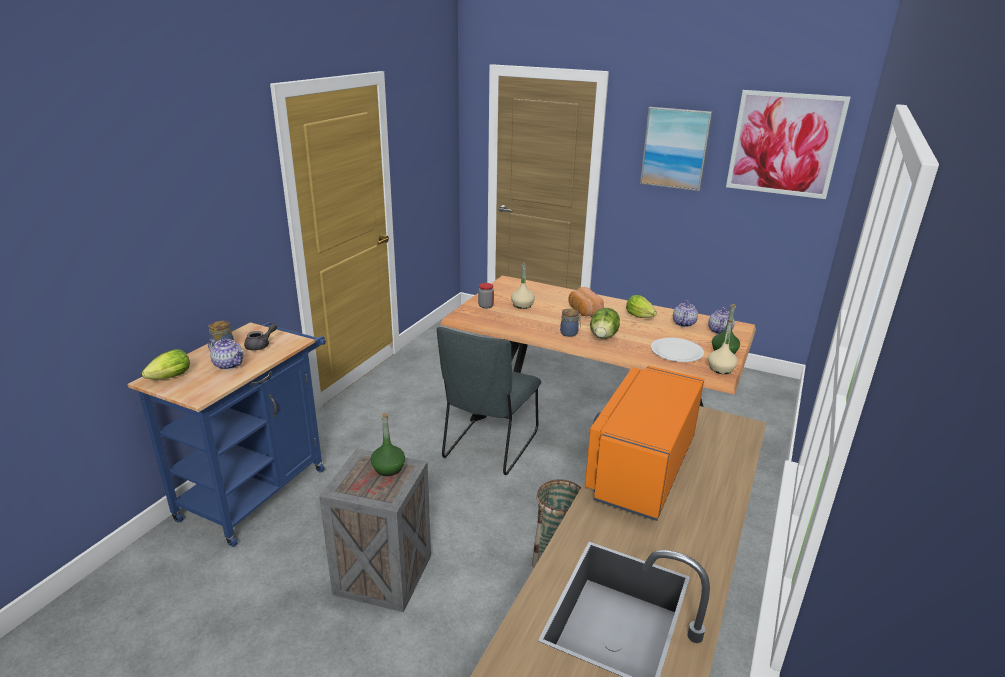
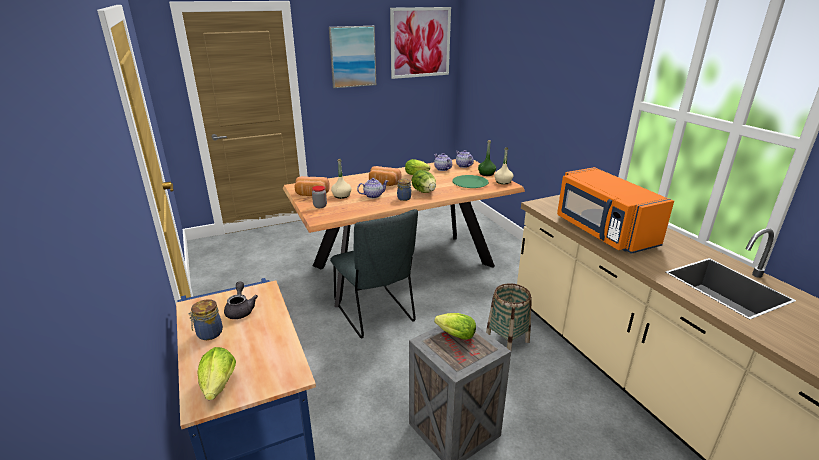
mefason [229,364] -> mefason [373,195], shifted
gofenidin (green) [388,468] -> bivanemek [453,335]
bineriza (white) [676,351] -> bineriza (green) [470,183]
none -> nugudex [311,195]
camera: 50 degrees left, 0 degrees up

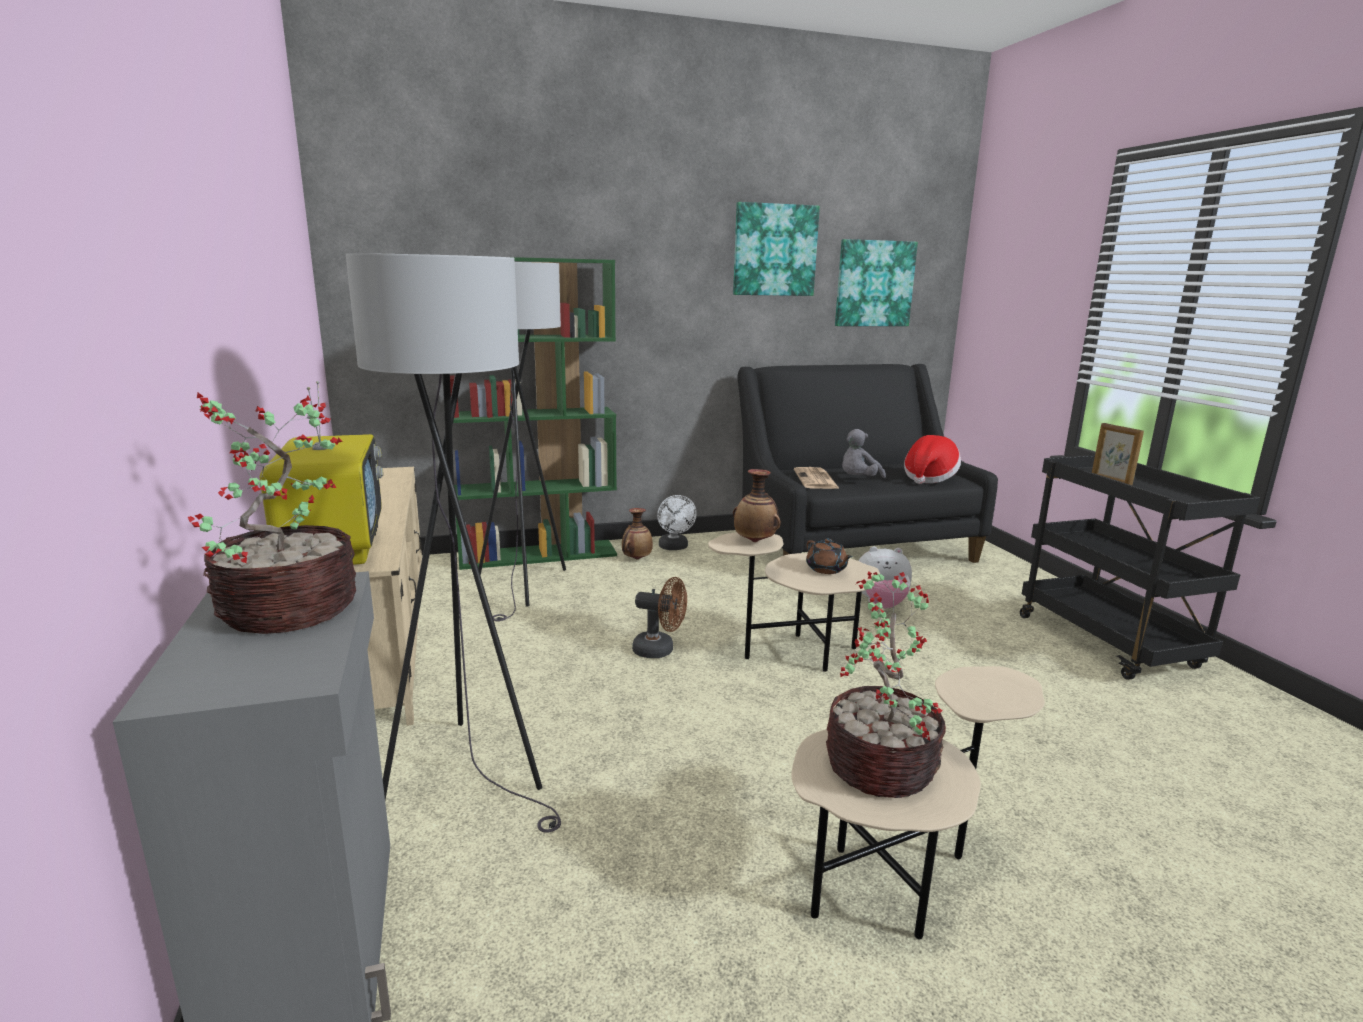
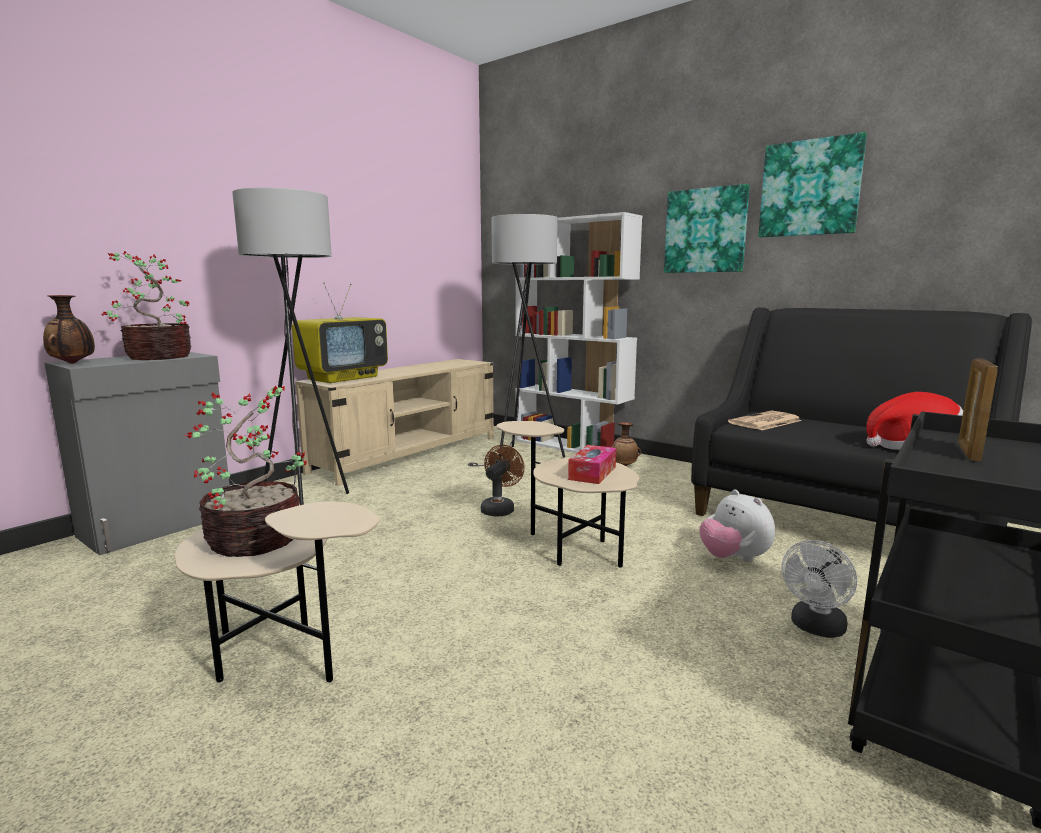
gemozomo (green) [538,554] -> gemozomo (white) [572,446]
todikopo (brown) [660,650] -> todikopo (brown) [499,508], 135 degrees counterclockwise
todikopo (white) [674,548] -> todikopo (white) [815,628], shifted
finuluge [755,541] -> finuluge [73,363], shifted
mefason (brown) [826,569] -> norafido [592,473]
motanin [874,283] -> motanin [705,231], shifted
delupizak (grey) [858,480] -> none
camera: 55 degrees right, 5 degrees down

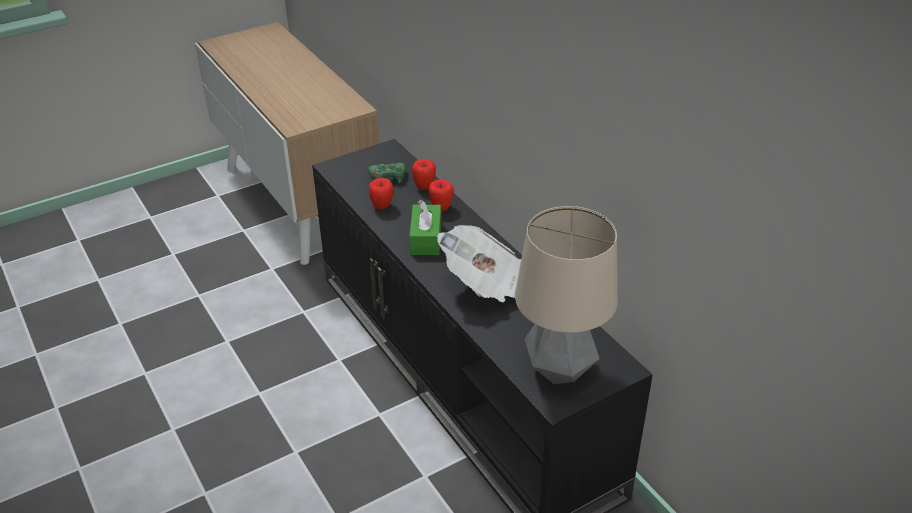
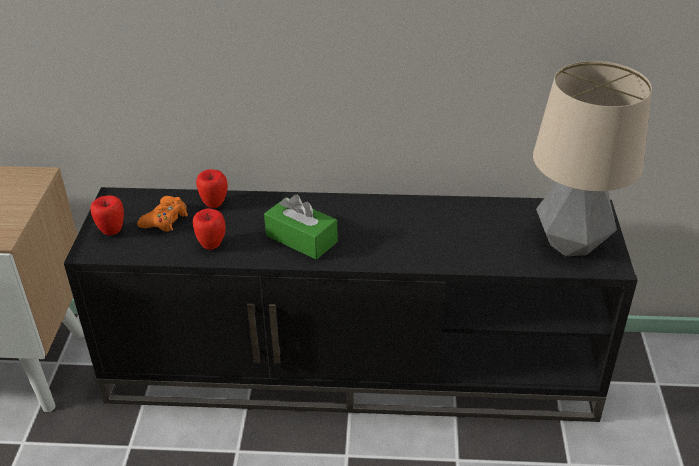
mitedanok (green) [388,177] -> mitedanok (orange) [165,220]
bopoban [441,208] -> bopoban [112,230], shifted
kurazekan [489,286] -> none
camera: 55 degrees left, 0 degrees up

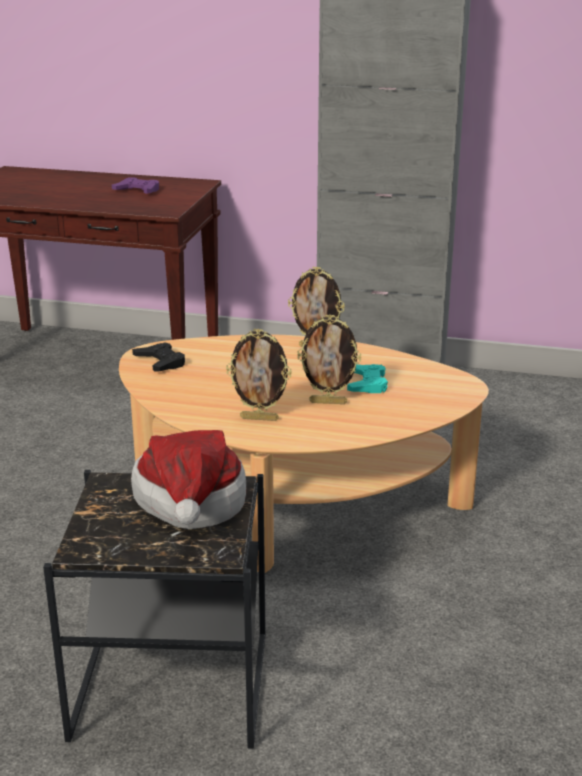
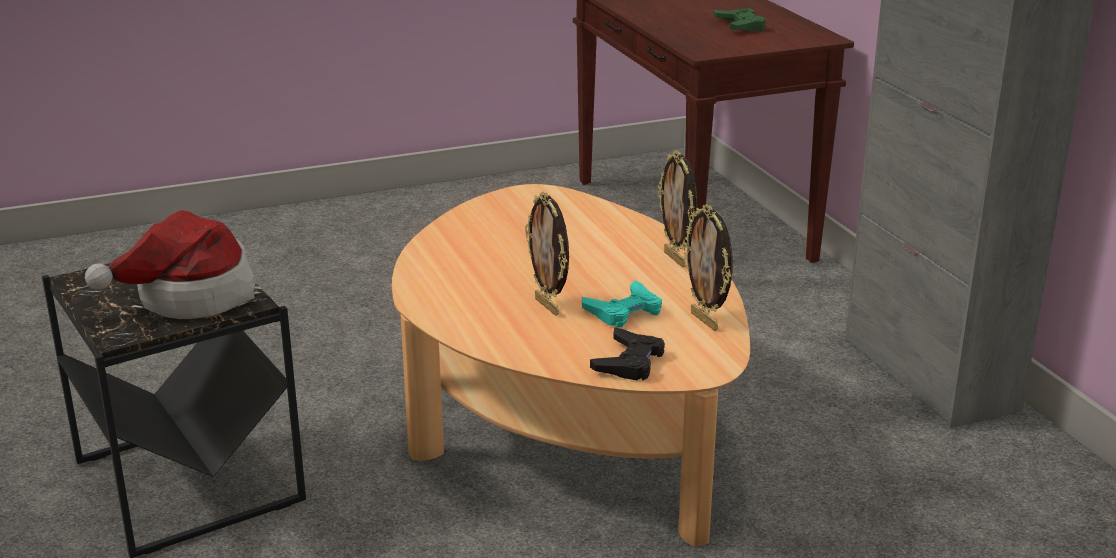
mitedanok (purple) [137,191] -> mitedanok (green) [740,26]
mitedanok (black) [160,362] -> mitedanok (black) [629,362], shifted
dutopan [259,418] -> dutopan [705,321], shifted
camera: 55 degrees right, 0 degrees up

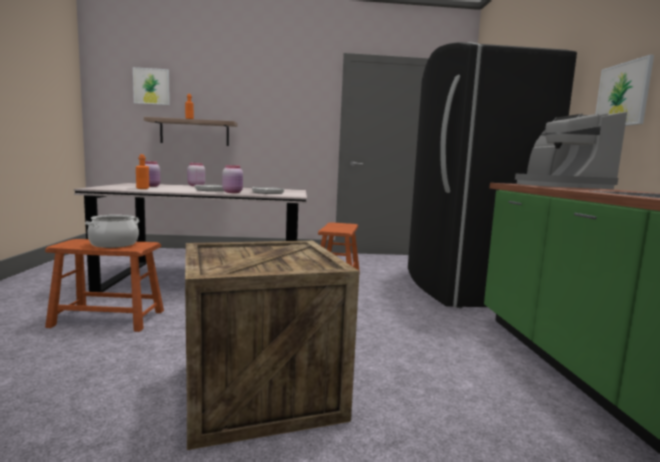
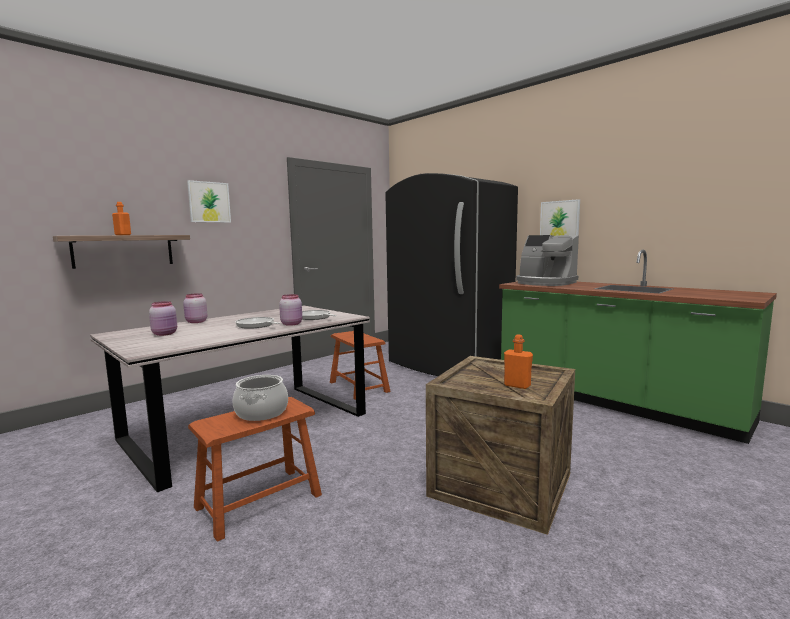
motanin [151,86] -> motanin [209,202], shifted
gofenidin (orange) [143,188] -> gofenidin (orange) [517,385], shifted
camera: 40 degrees left, 0 degrees up

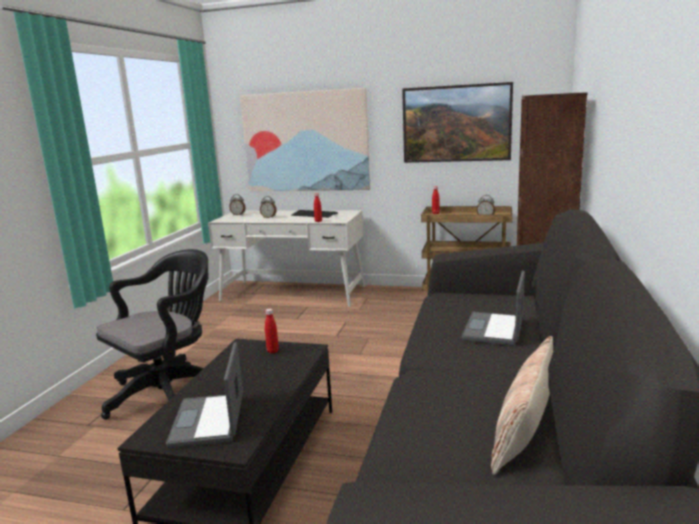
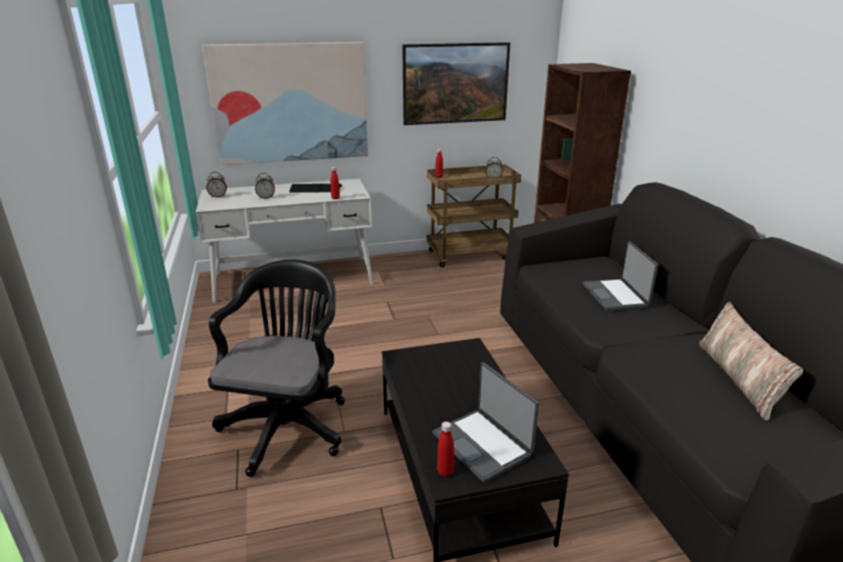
gofenidin (red) [273,351] -> gofenidin (red) [445,472], shifted
camera: 30 degrees left, 10 degrees up

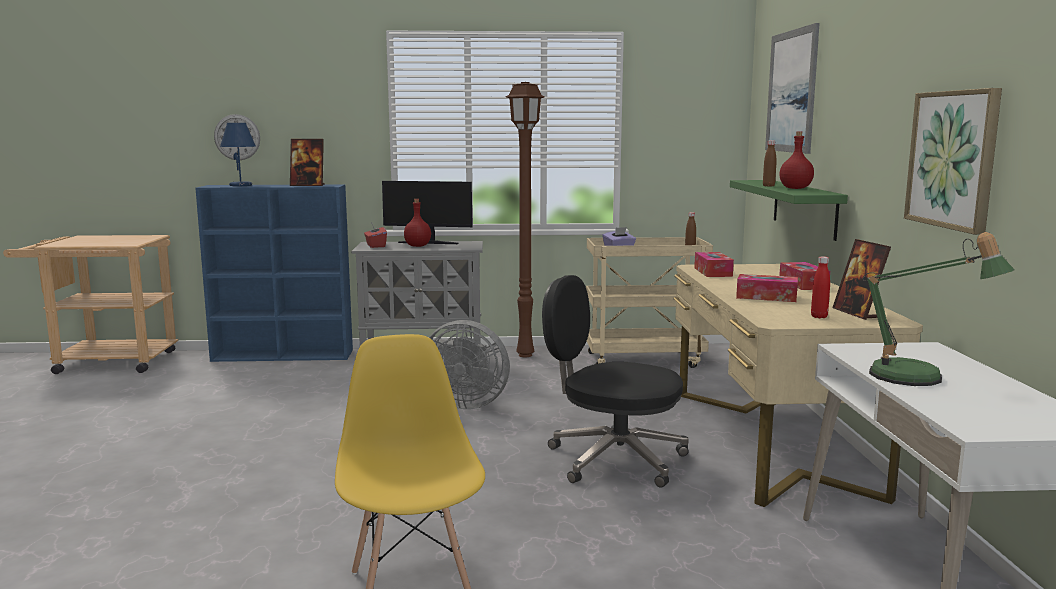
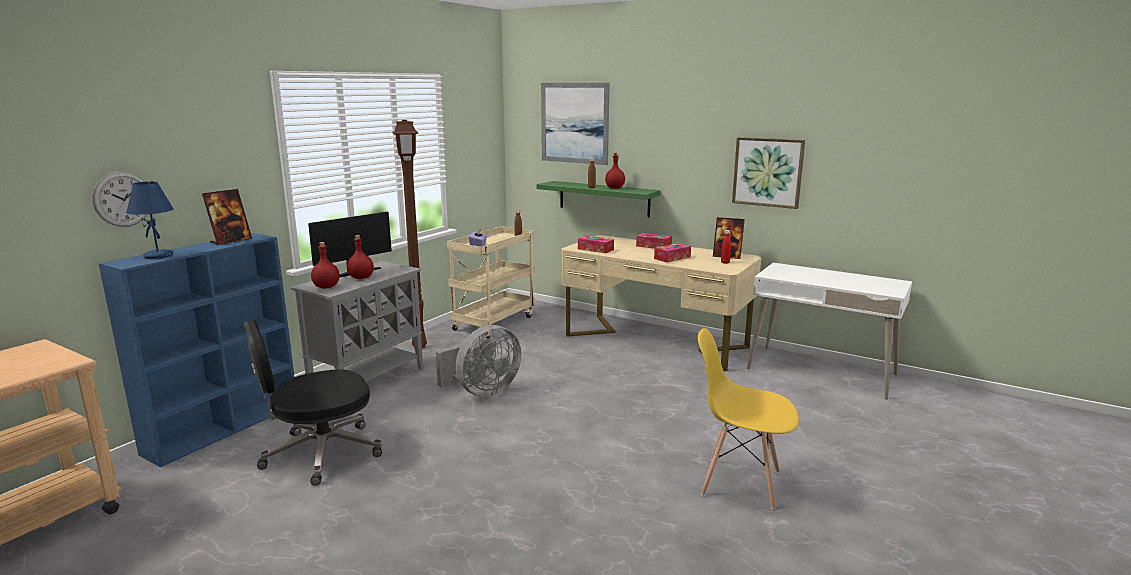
norafido (red) [375,246] -> gofenidin (red) [327,287]
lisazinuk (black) [613,459] -> lisazinuk (black) [320,453], shifted
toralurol [917,379] -> none
camera: 55 degrees left, 5 degrees up

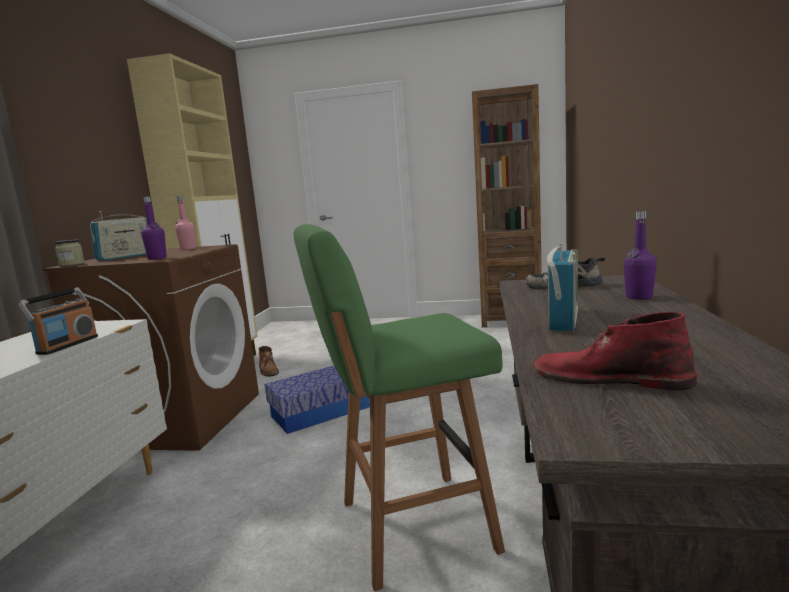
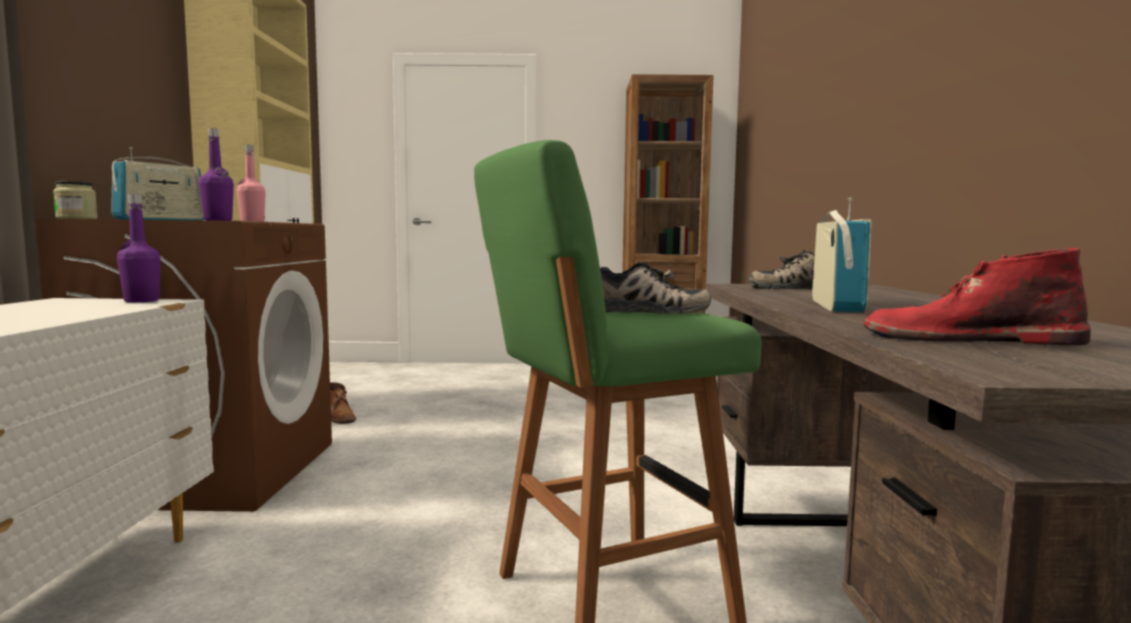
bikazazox [67,345] -> none
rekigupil [320,412] -> none
gofenidin (purple) [639,297] -> gofenidin (purple) [141,301], shifted
none -> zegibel [647,311]
camera: 10 degrees left, 5 degrees down

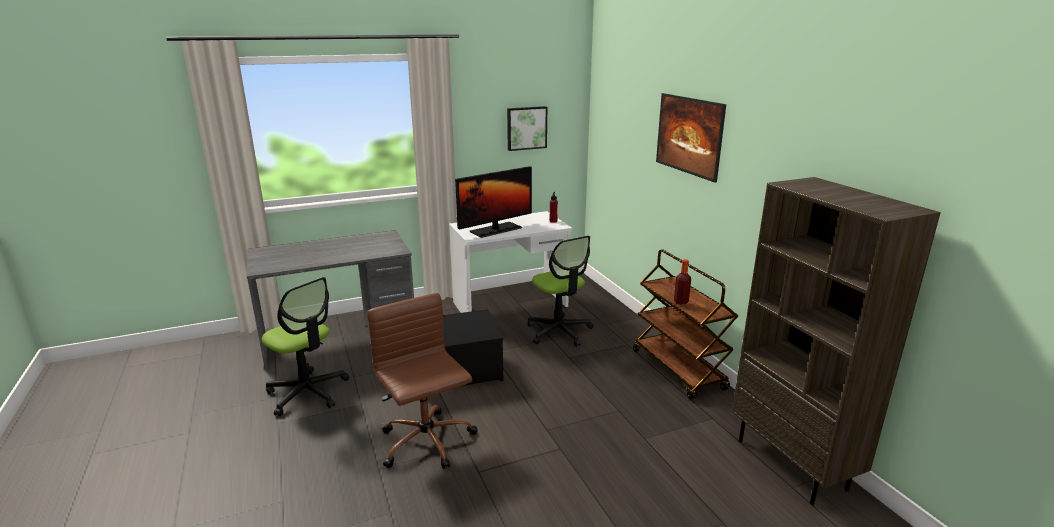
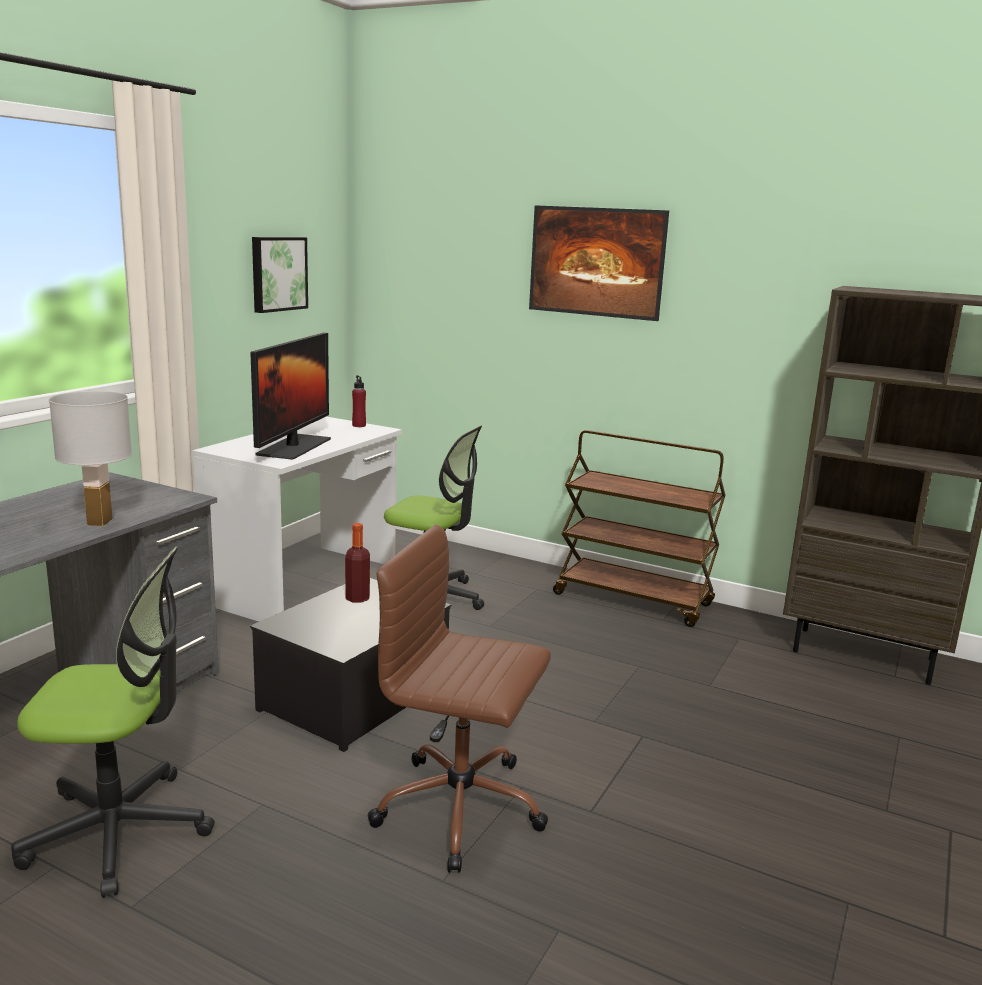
gofenidin [681,302] -> gofenidin [357,598], shifted
none -> toralurol (white) [100,522]
camera: 40 degrees left, 5 degrees down

